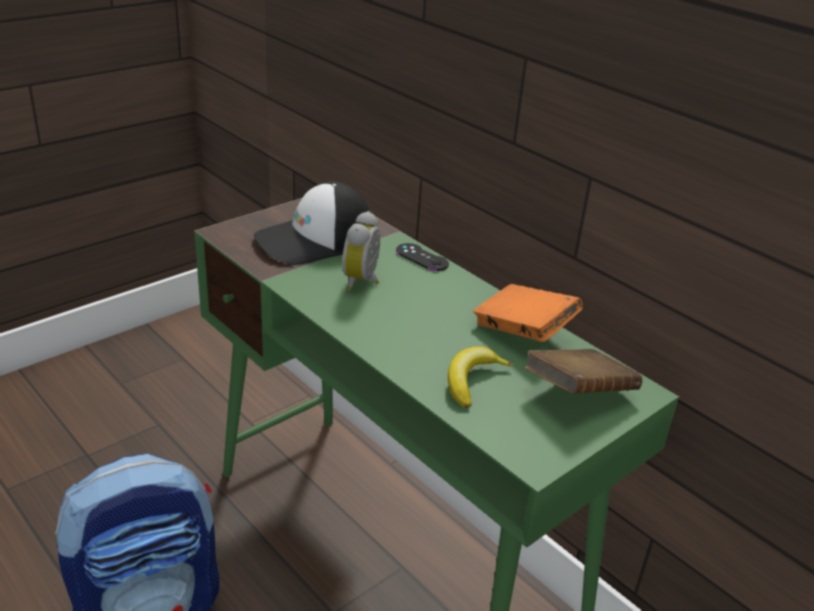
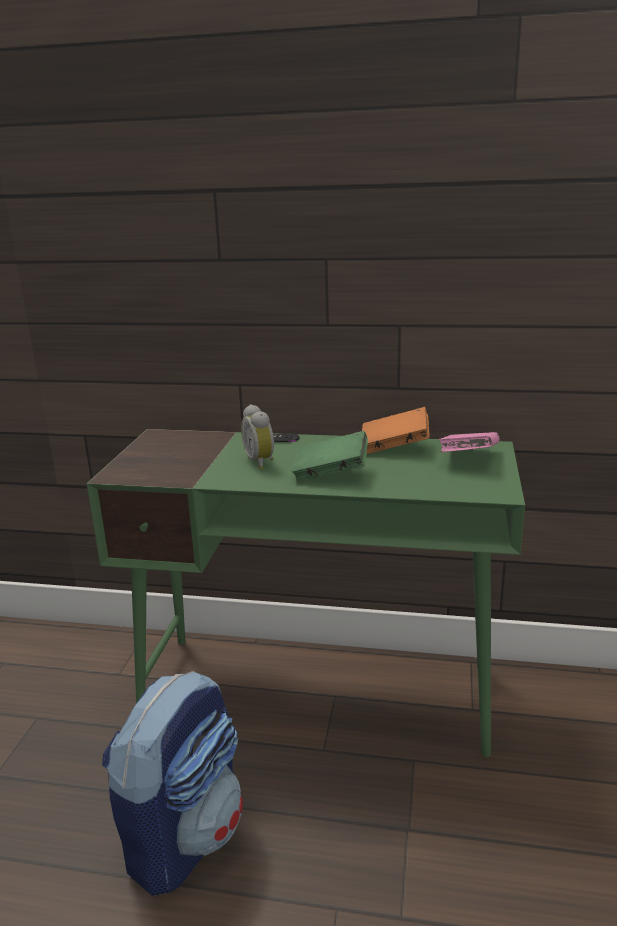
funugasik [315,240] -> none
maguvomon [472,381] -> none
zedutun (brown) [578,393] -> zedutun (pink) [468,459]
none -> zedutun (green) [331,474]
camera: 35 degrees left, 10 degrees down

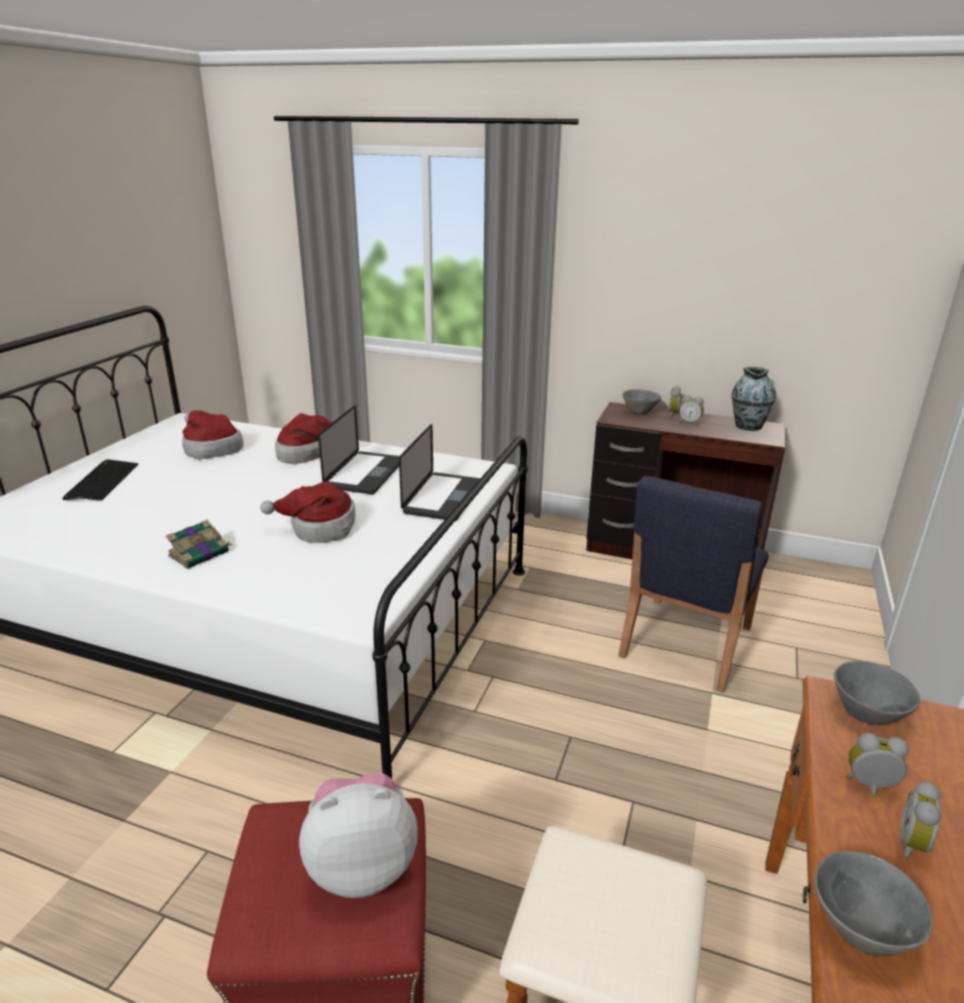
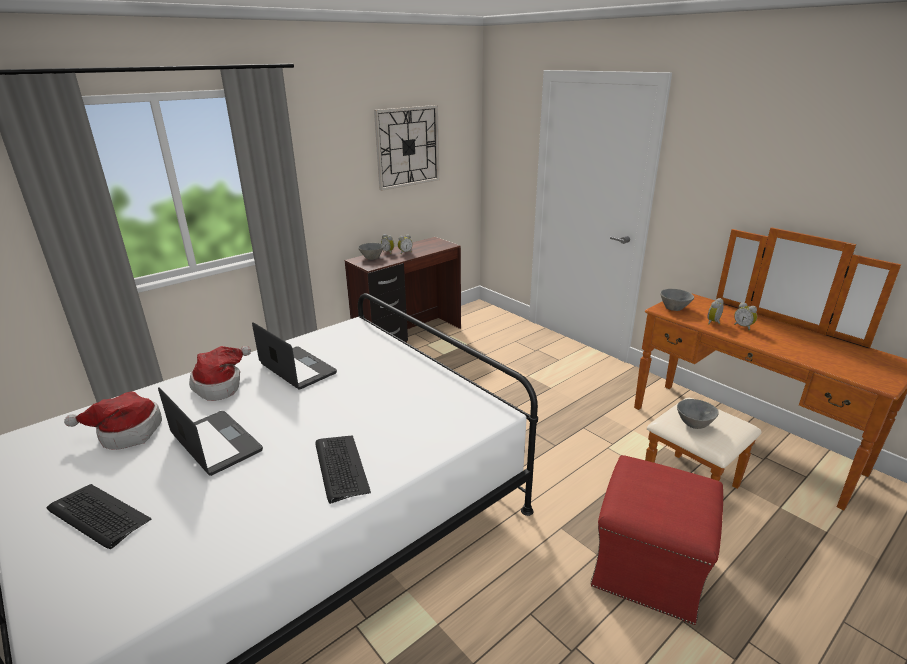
zedutun [200,553] -> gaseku [340,467]
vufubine [319,528] -> none
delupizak [361,864] -> none
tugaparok [443,498] -> tugaparok [216,443], shifted
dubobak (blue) [684,642] -> none
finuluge [748,426] -> none
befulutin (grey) [862,926] -> befulutin (grey) [693,423], shifted
none -> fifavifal [407,147]
camera: 60 degrees left, 0 degrees up

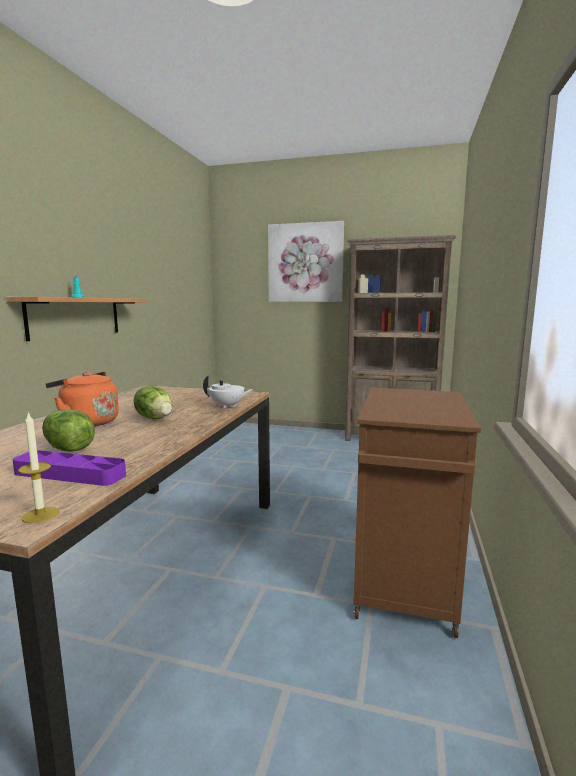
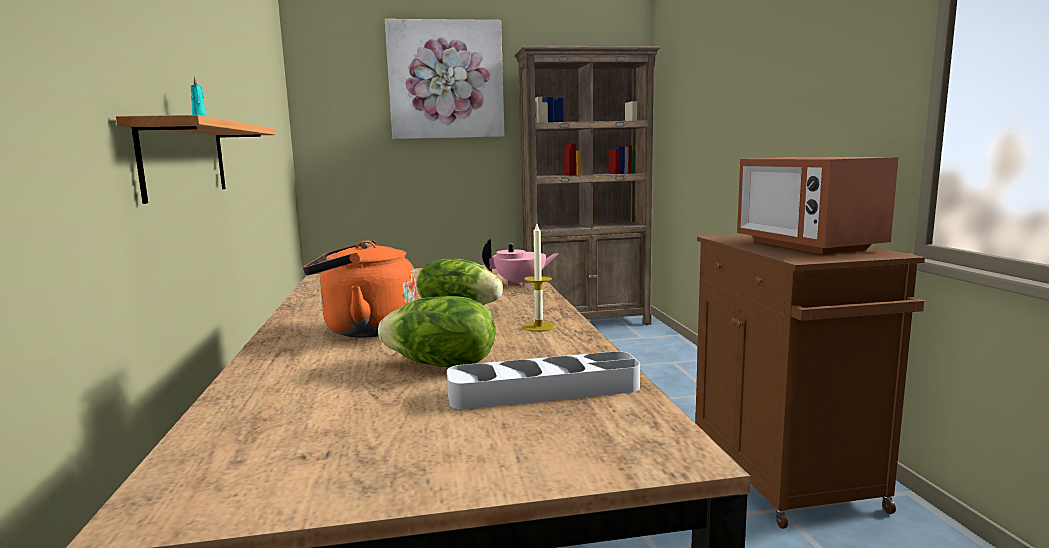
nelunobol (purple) [70,474] -> nelunobol (grey) [544,390]
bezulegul [40,515] -> bezulegul [539,327], shifted
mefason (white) [227,406] -> mefason (pink) [521,283]
none -> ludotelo [807,245]
camera: 25 degrees left, 0 degrees up

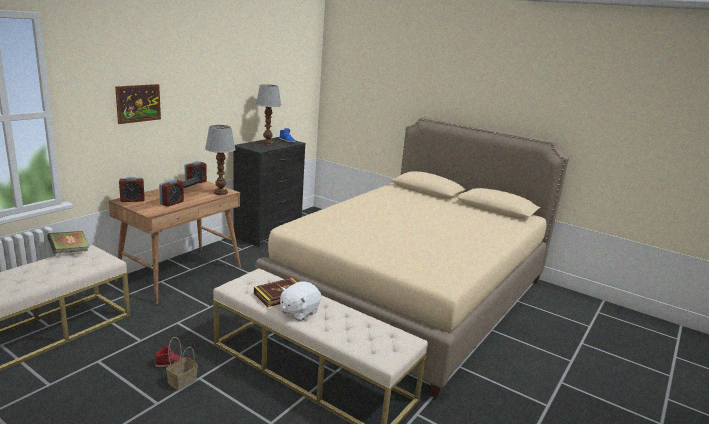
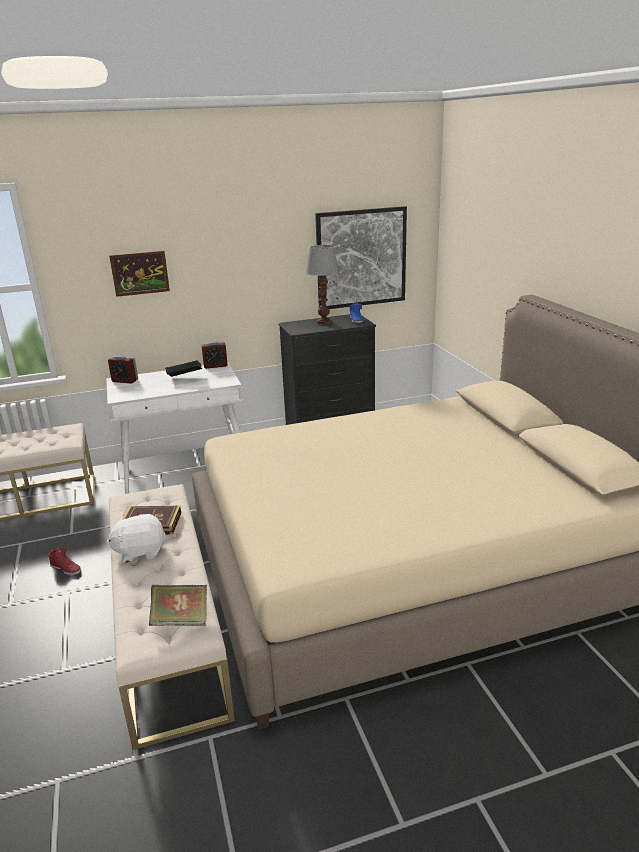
zedutun [69,251] -> zedutun [181,619], shifted
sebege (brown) [181,274] -> sebege (white) [185,469]
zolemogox [172,203] -> none
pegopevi [182,380] -> none
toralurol [220,193] -> none
none -> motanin [361,258]
camera: 40 degrees right, 5 degrees up

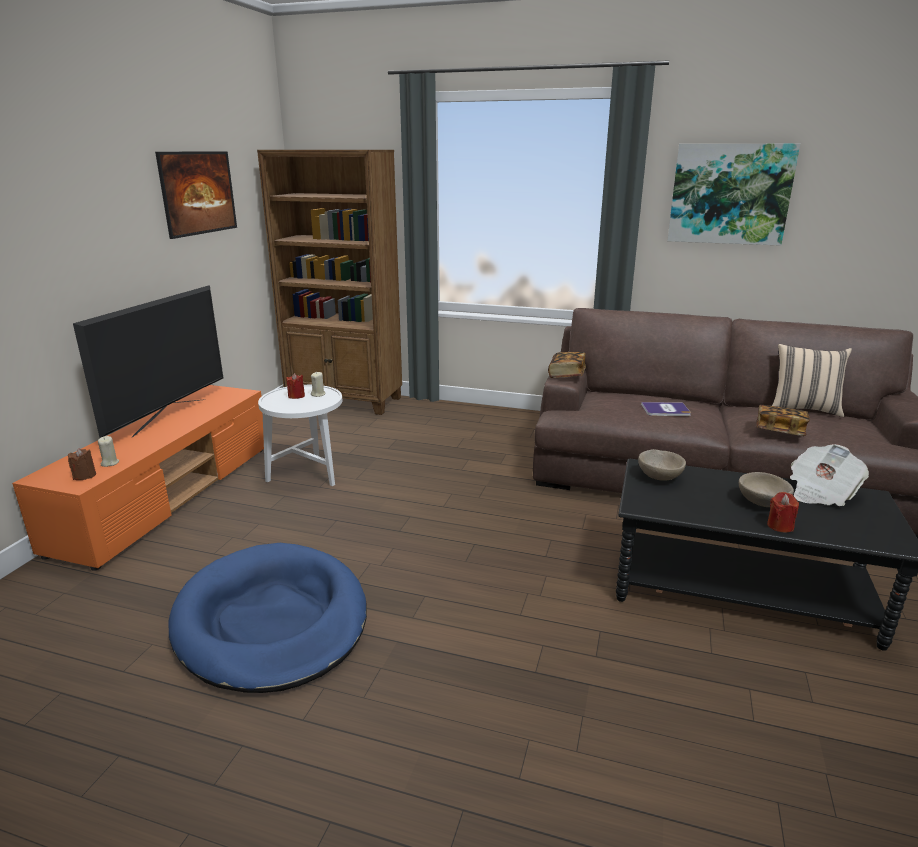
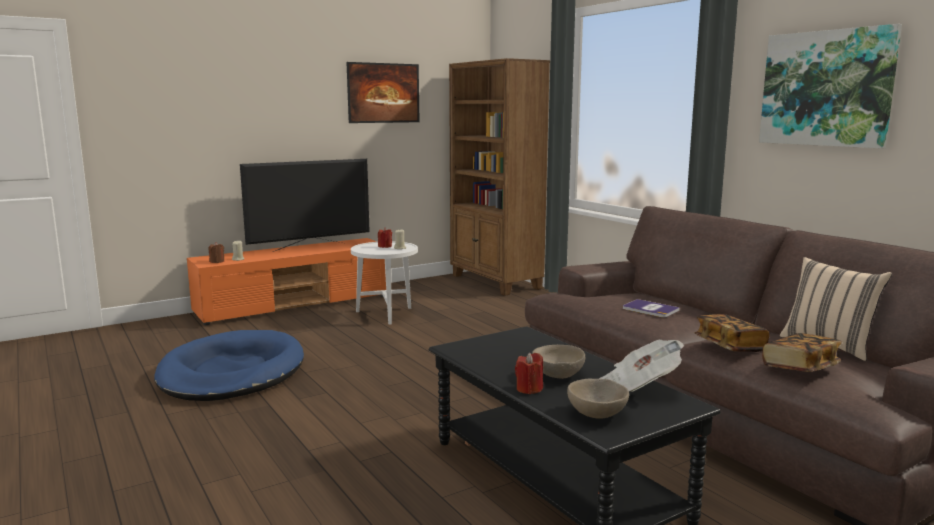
zedutun [566,374] -> zedutun [800,367], shifted
befulutin (beige) [660,477] -> befulutin (beige) [597,414], shifted
camera: 40 degrees right, 10 degrees down

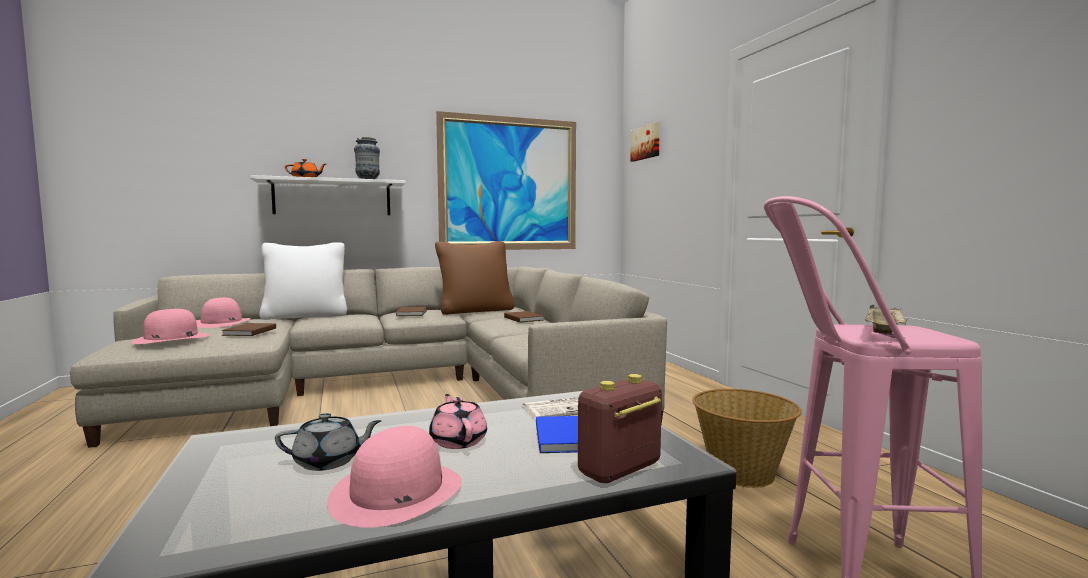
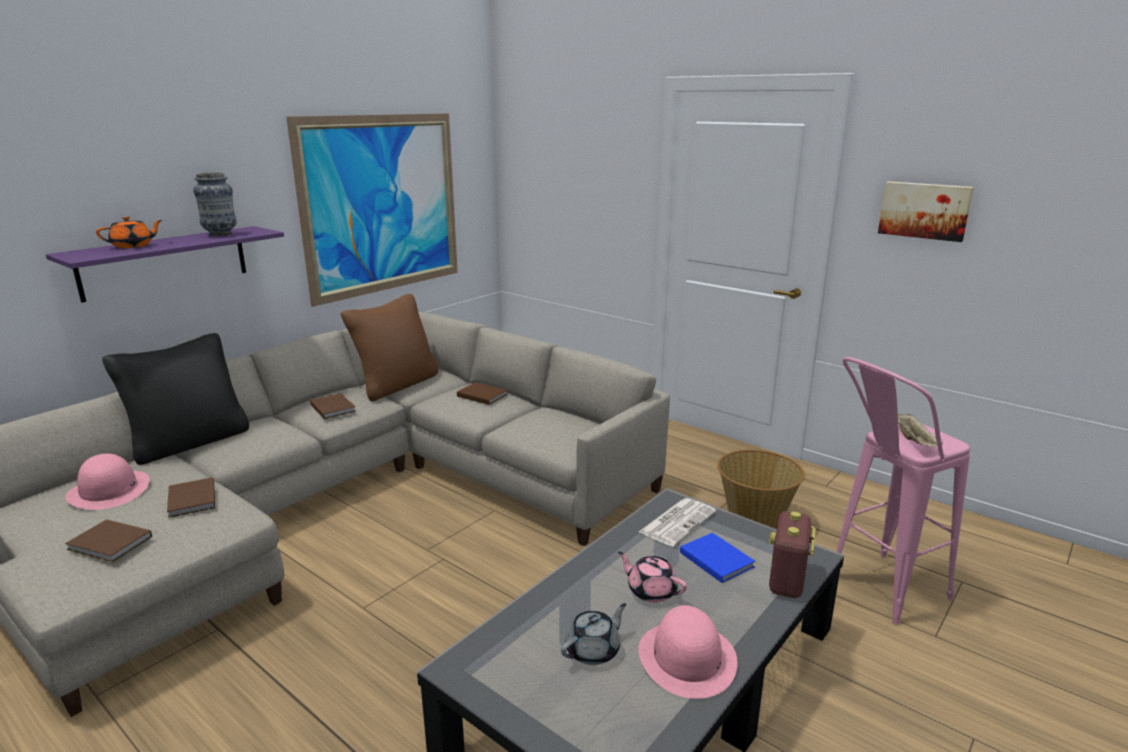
vufubine (pink) [171,338] -> zedutun (brown) [110,544]
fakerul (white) [332,198] -> fakerul (purple) [165,262]
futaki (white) [305,316] -> futaki (black) [190,442]
motanin [646,142] -> motanin [924,210], shifted
camera: 30 degrees left, 15 degrees up

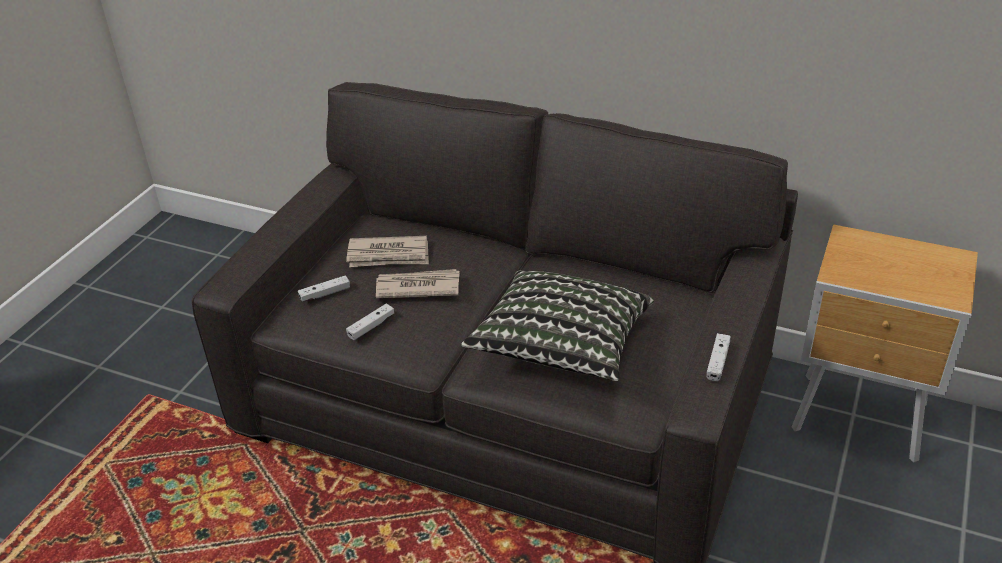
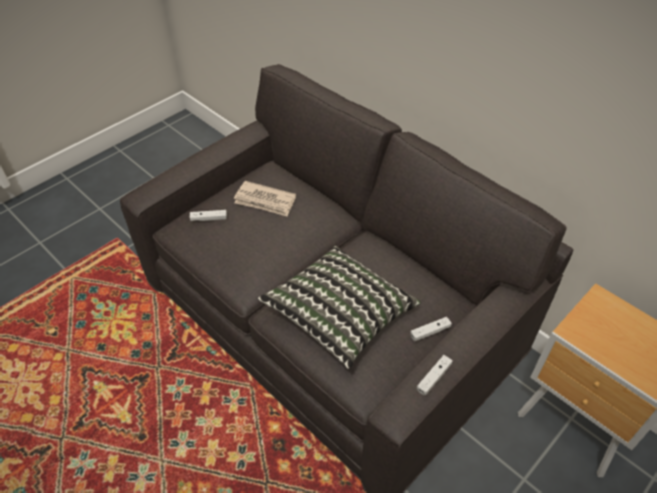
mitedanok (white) [371,326] -> mitedanok (white) [430,332], shifted
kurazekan [417,287] -> none
camera: 20 degrees right, 10 degrees up

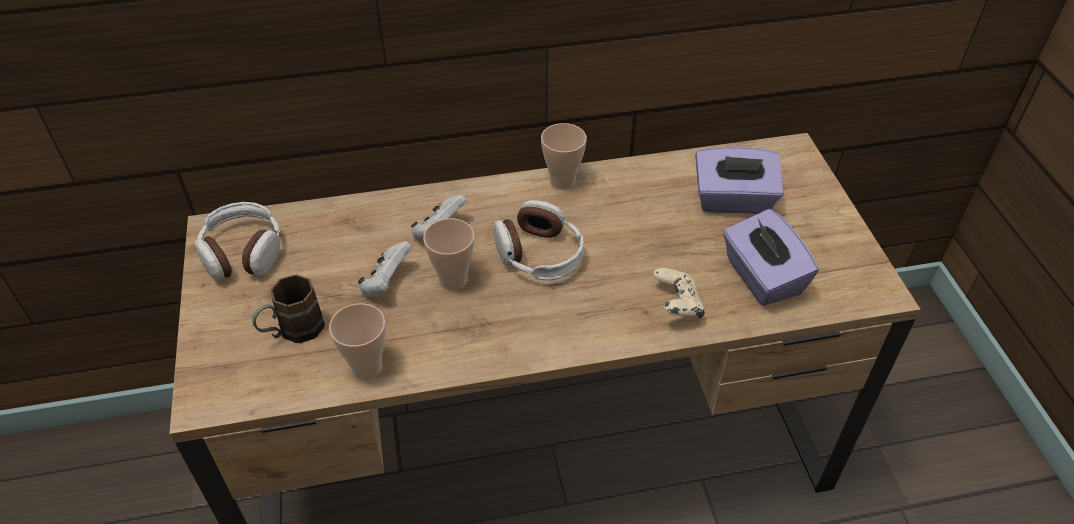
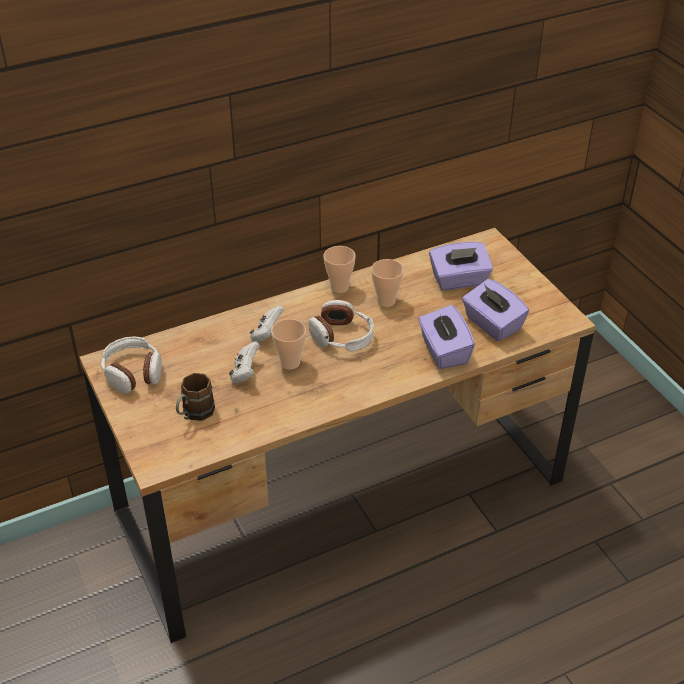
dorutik [367,367] -> dorutik [386,301], shifted
mitedanok (beige) [676,306] -> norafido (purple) [443,351]
camera: 15 degrees left, 5 degrees down

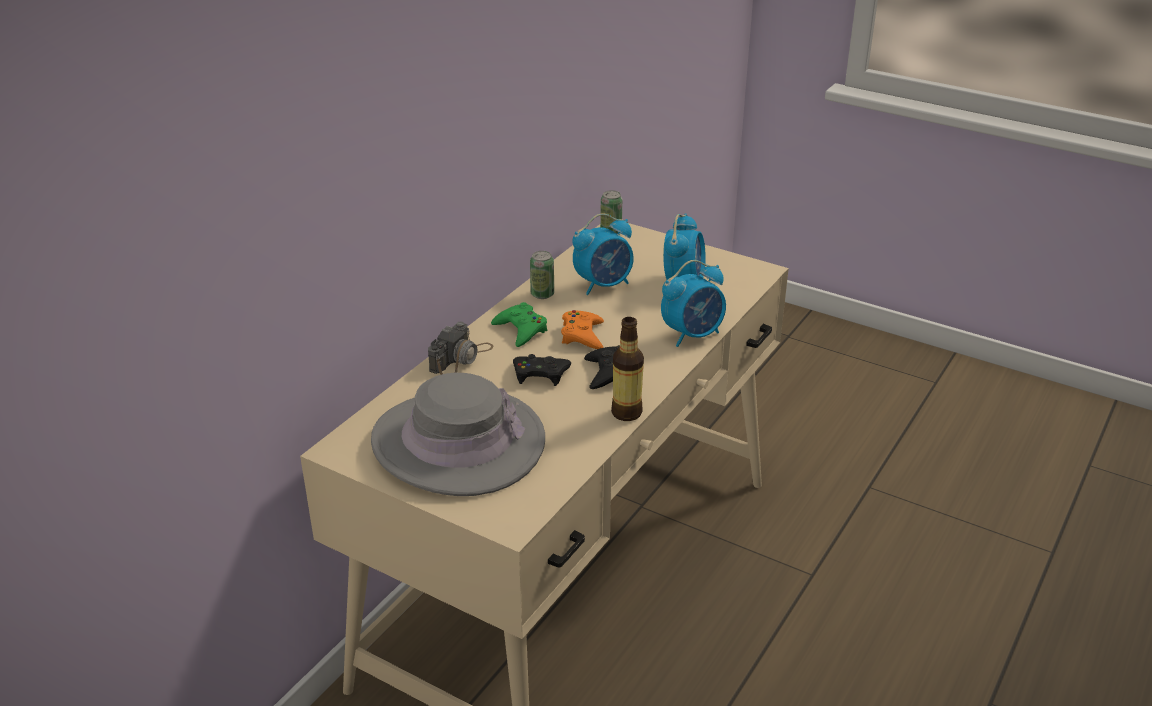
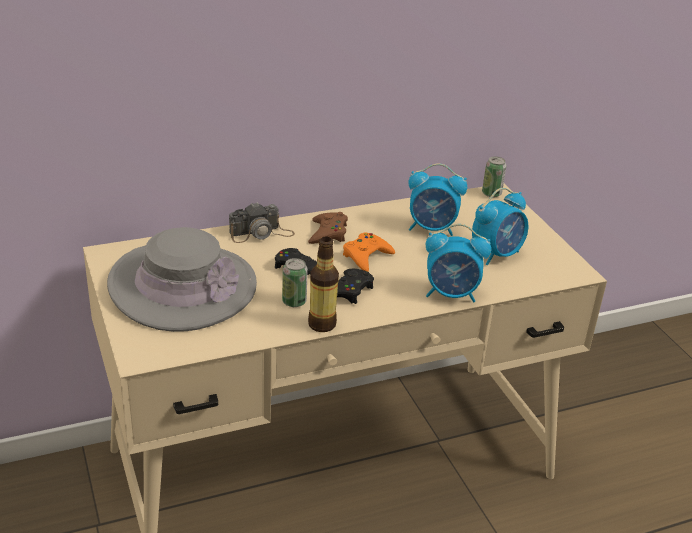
mitedanok (green) [521,330] -> mitedanok (brown) [328,233]
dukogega [542,294] -> dukogega [294,302], shifted
camera: 35 degrees right, 0 degrees up

